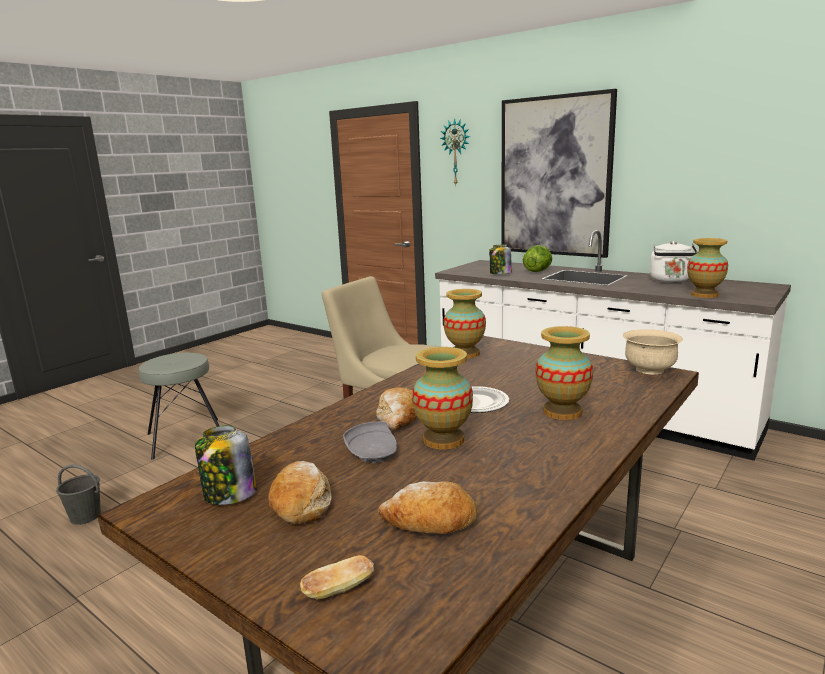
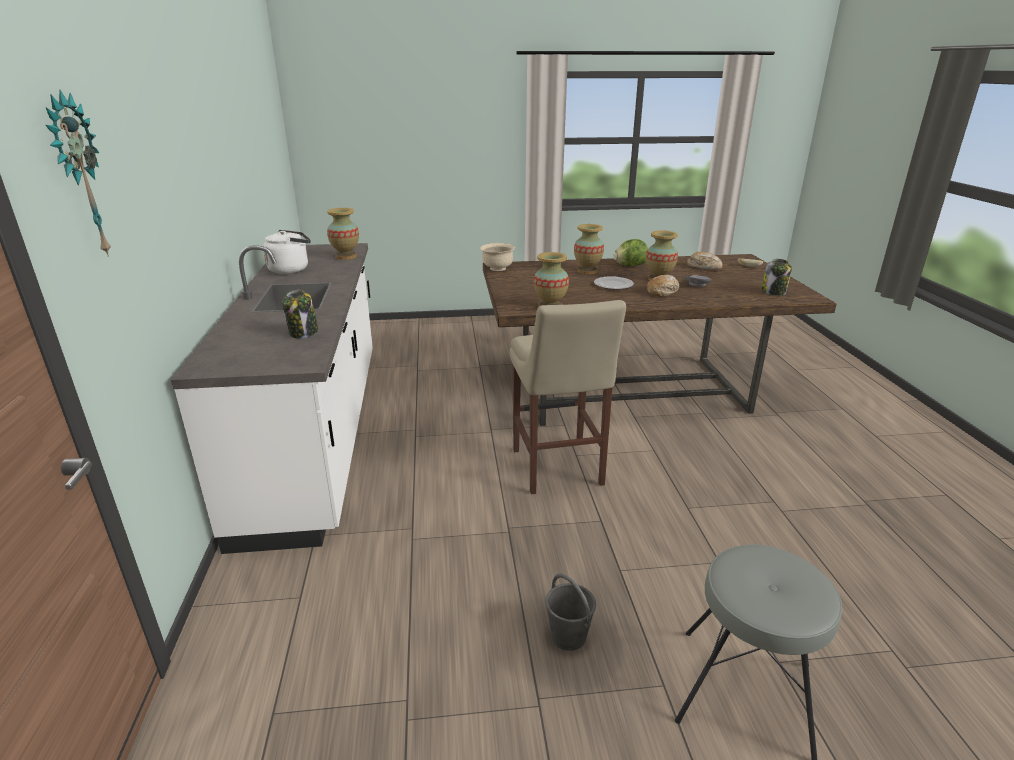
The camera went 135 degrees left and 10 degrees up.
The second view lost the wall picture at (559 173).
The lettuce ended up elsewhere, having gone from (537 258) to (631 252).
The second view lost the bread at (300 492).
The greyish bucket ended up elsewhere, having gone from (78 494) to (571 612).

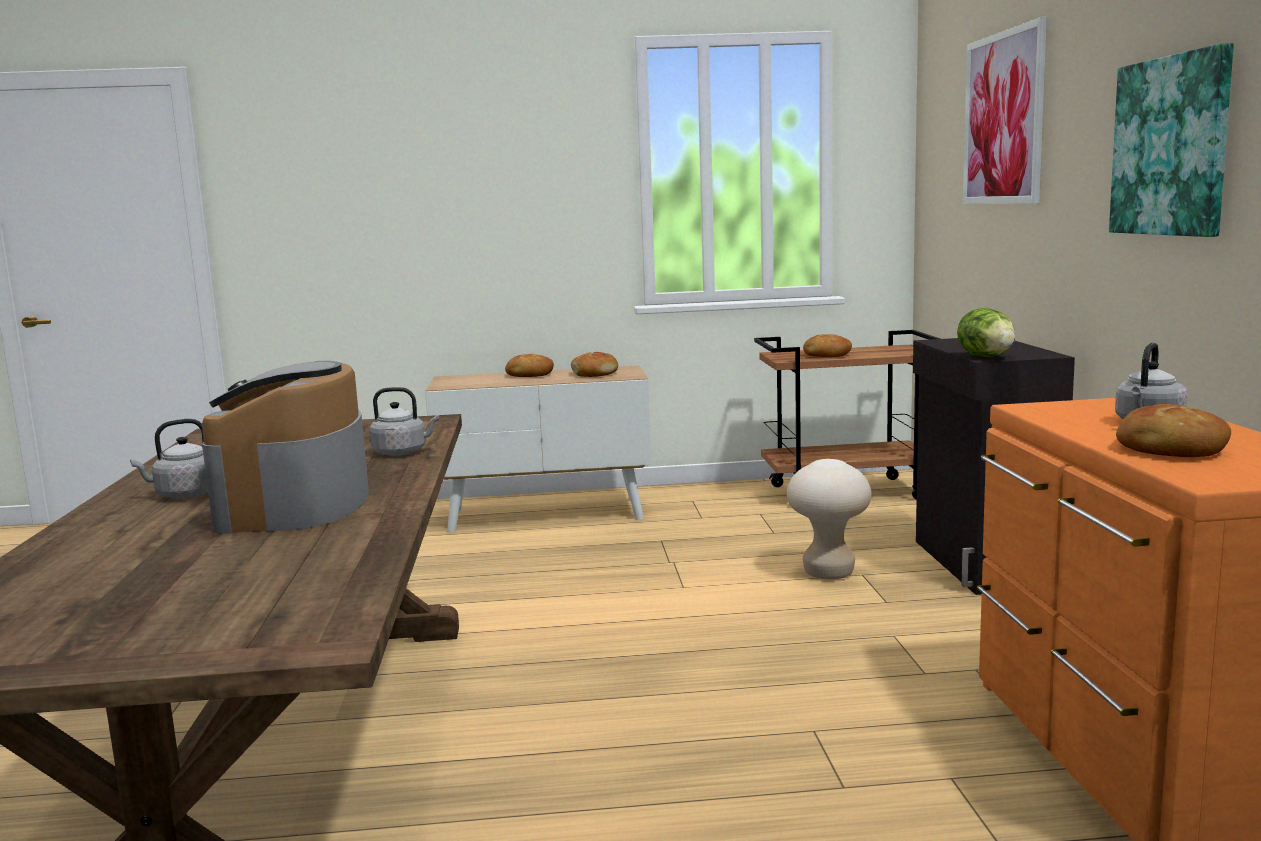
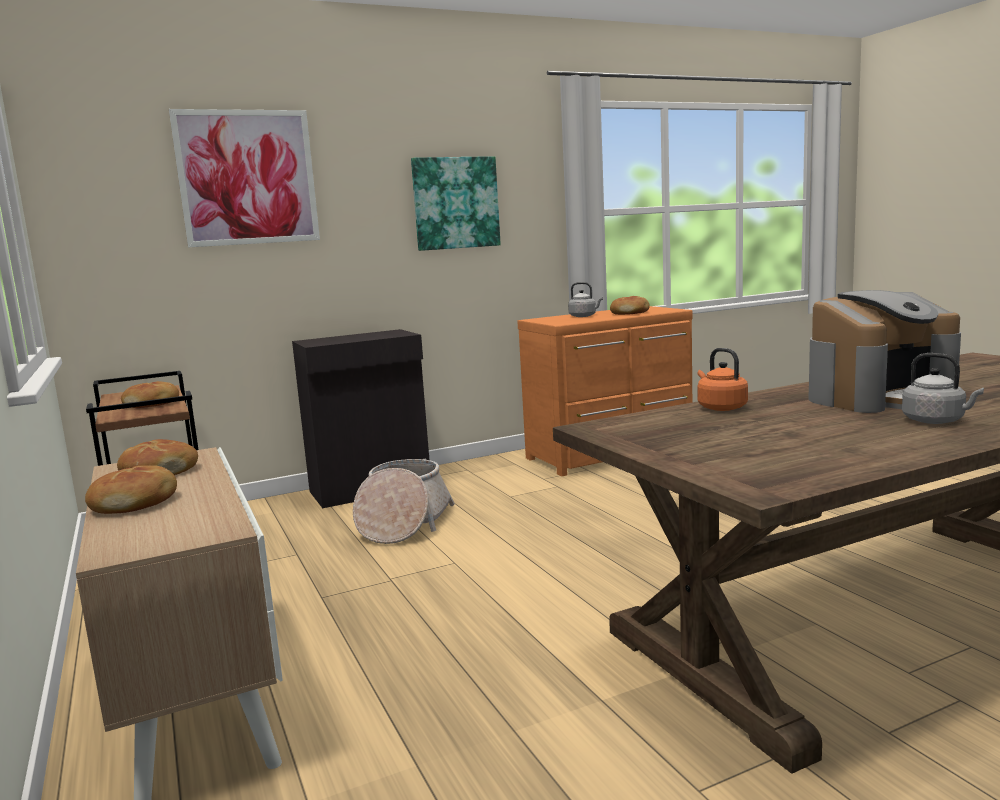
The camera went 110 degrees left and 0 degrees up.
The second view lost the lettuce at (986 332).
What was the greyish water kettle at (404 421) turned into the orangey water kettle at (722 379).
Where the beige-coloured sitting stool stood at (829 519), the storage basket came to stand at (404 501).

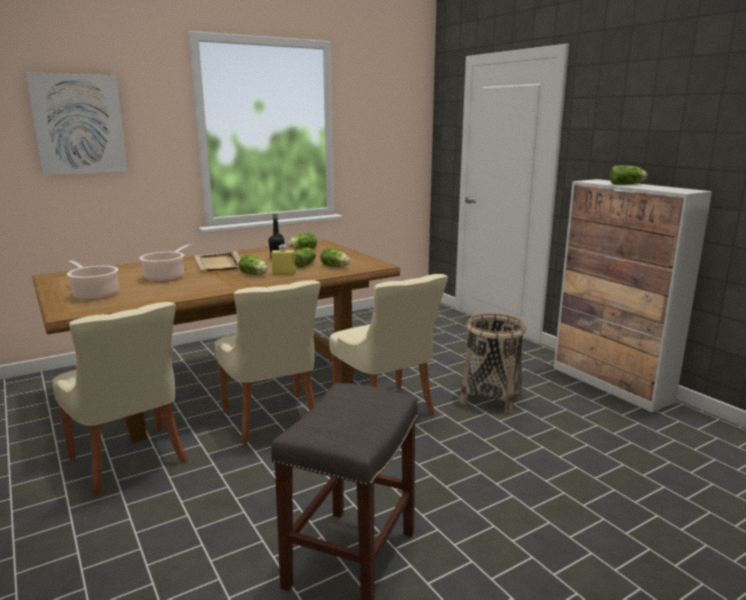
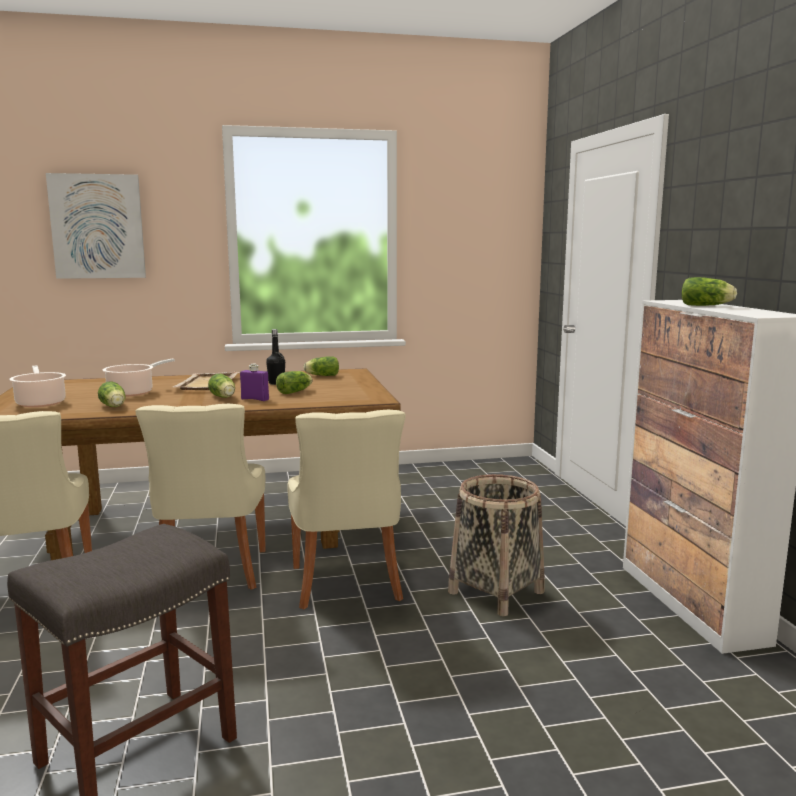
The camera went 20 degrees right and 5 degrees down.
What was the yellow beverage bottle at (283 259) turned into the purplish beverage bottle at (254 382).
The lettuce ended up elsewhere, having gone from (335 257) to (112 394).

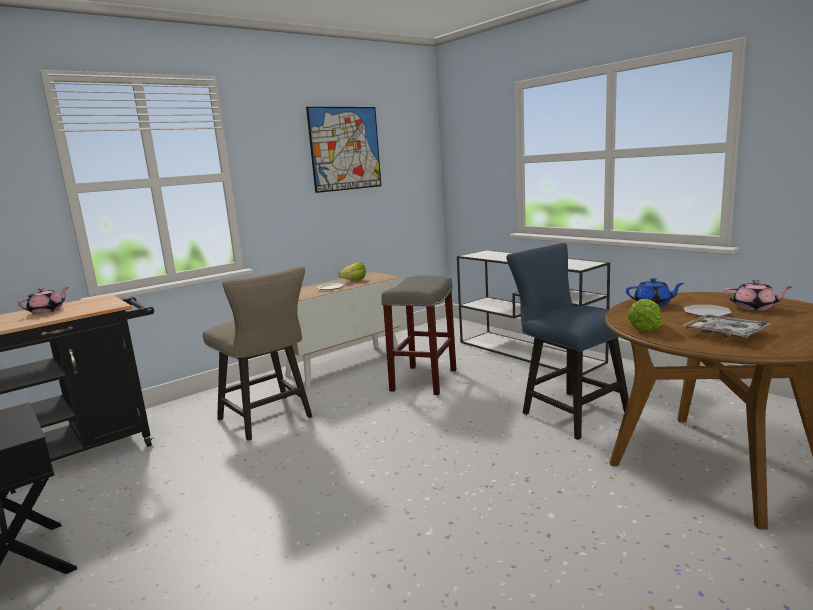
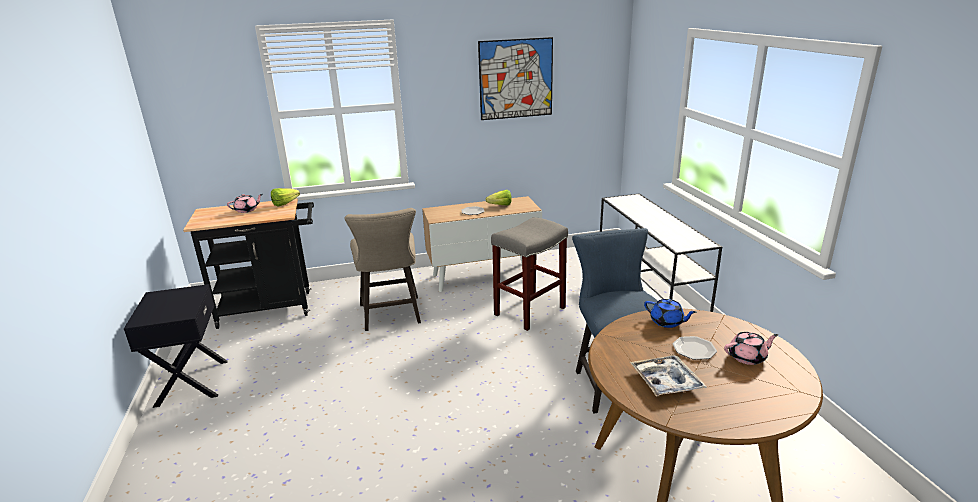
The camera went 25 degrees right and 10 degrees up.
The pink-coloured pot for tea at (758 295) ended up facing another way, 60 degrees counterclockwise from before.
The lettuce ended up elsewhere, having gone from (645 315) to (285 197).

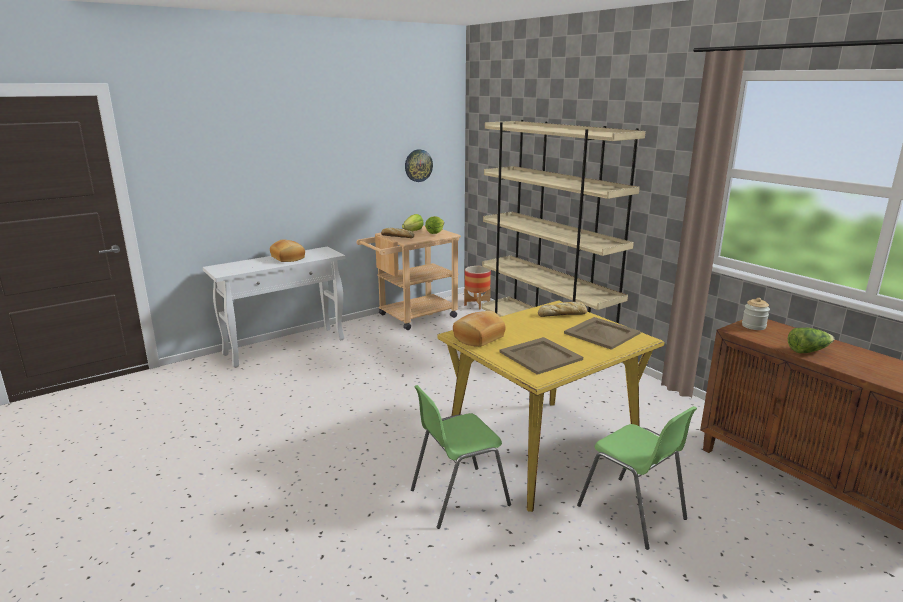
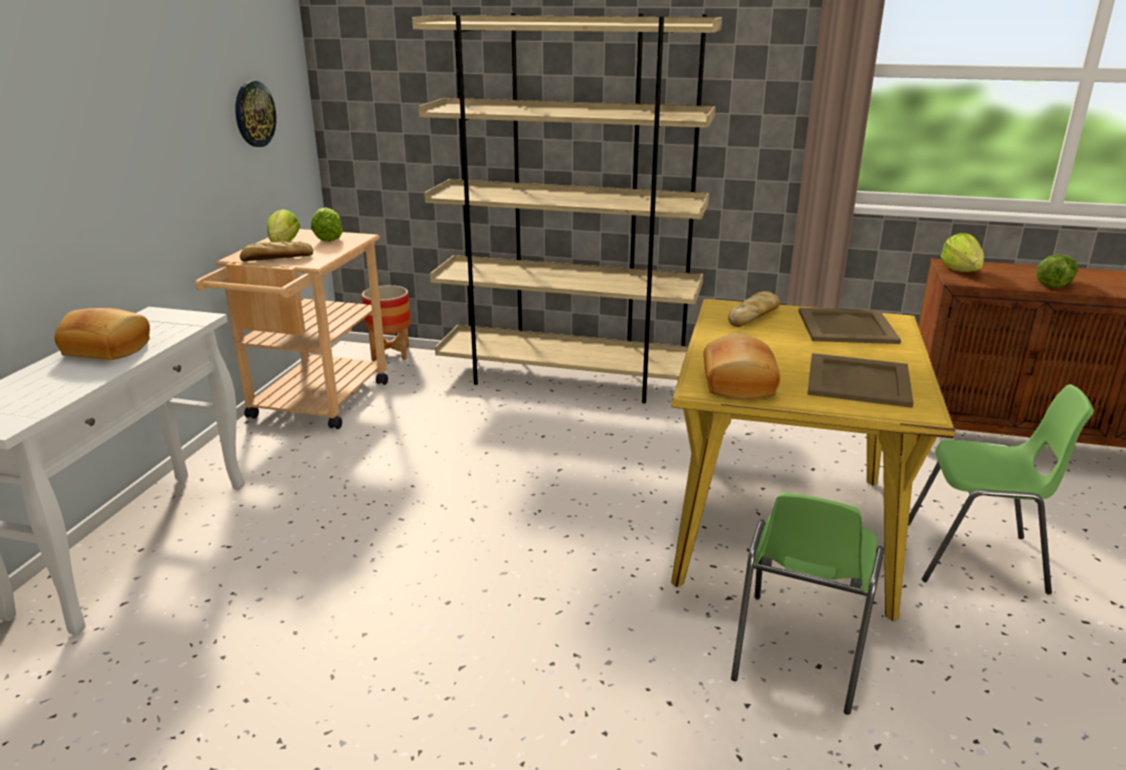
The camera went 40 degrees left and 5 degrees up.
Where the preserve jar stood at (756 314), the lettuce came to stand at (962 252).

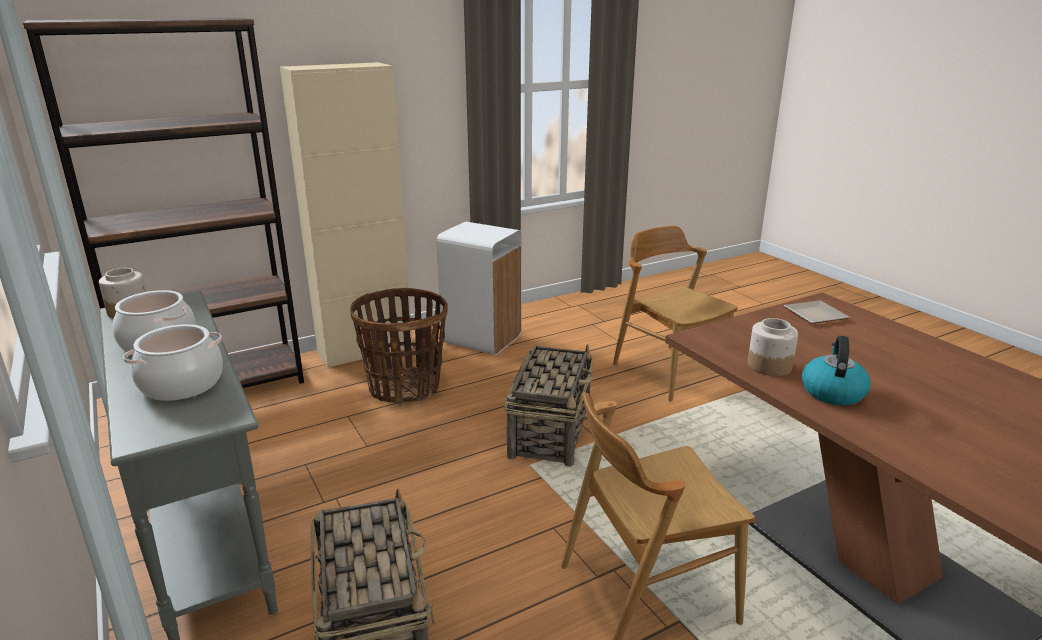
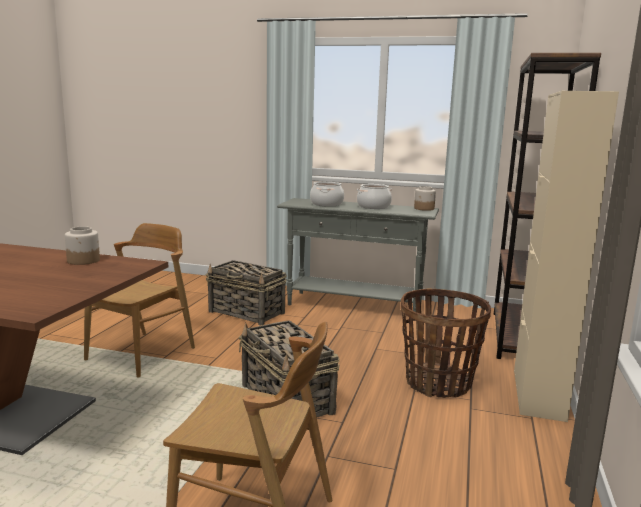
The camera went 135 degrees right and 10 degrees down.
The second view lost the whitish trash can at (479 288).
The second view lost the dinner plate at (816 312).
The second view lost the water kettle at (836 370).

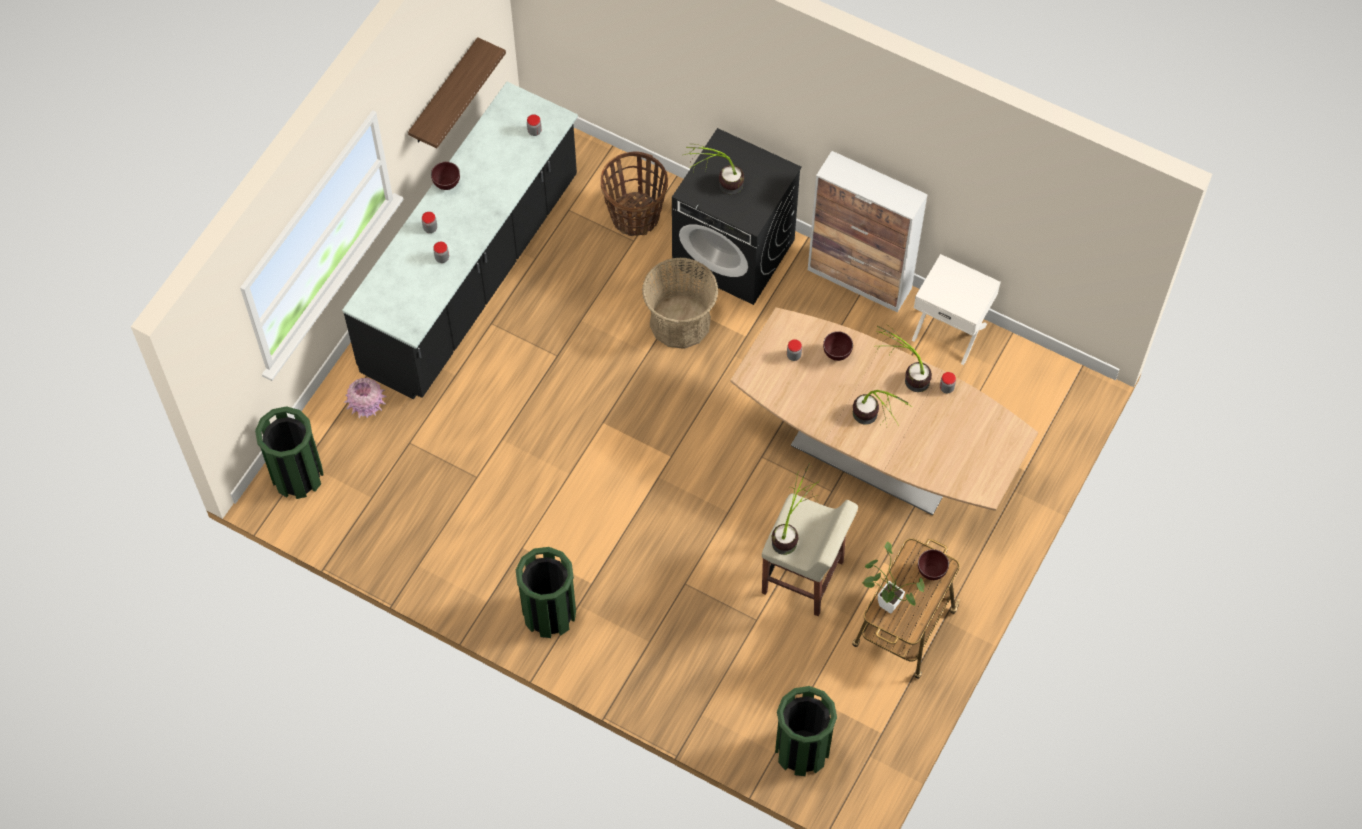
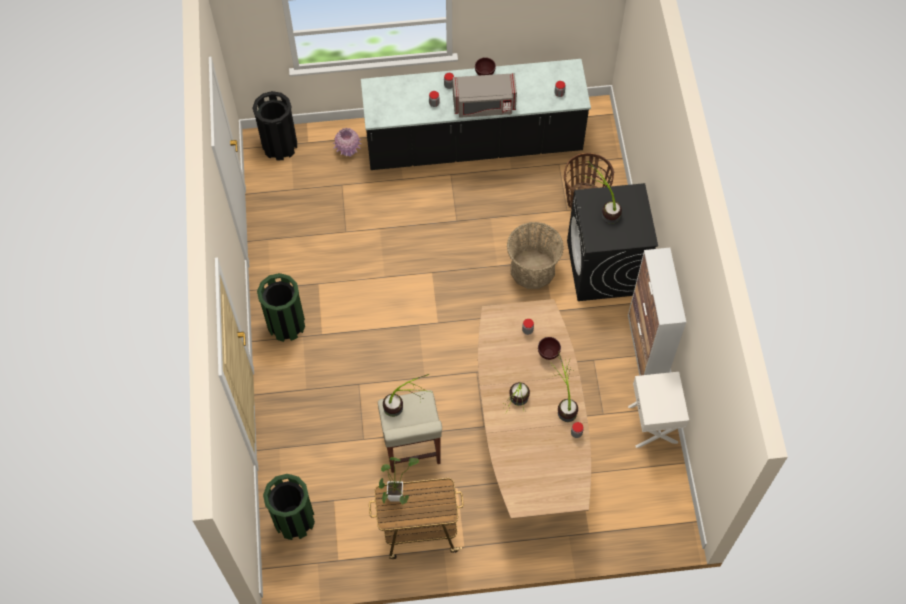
The camera went 55 degrees right and 0 degrees up.
The second view lost the shelf at (457 93).
What was the green trash can at (289 452) turned into the black-coloured trash can at (275 126).
The second view lost the brownish serving bowl at (933 564).
The second view gained the greyish microwave at (485 95).

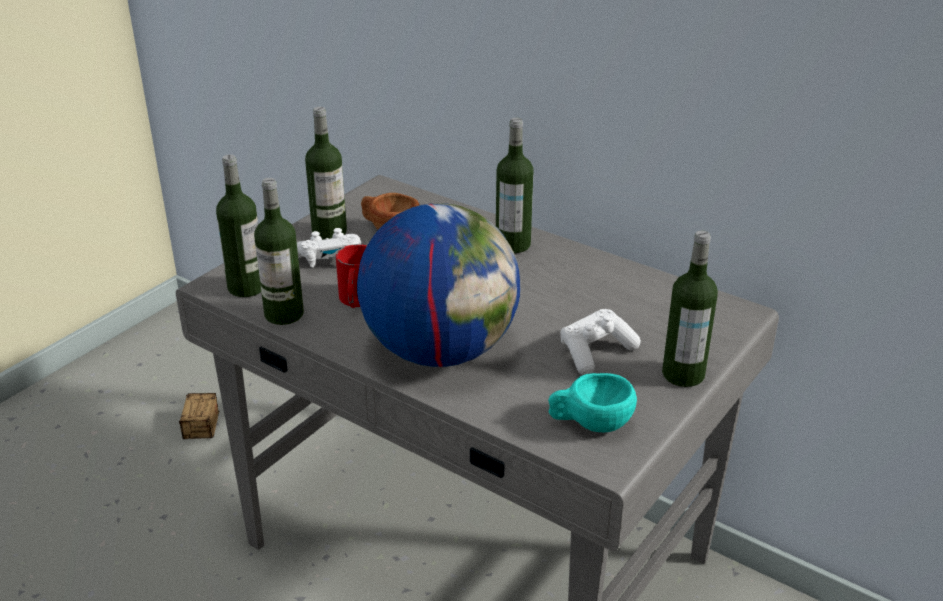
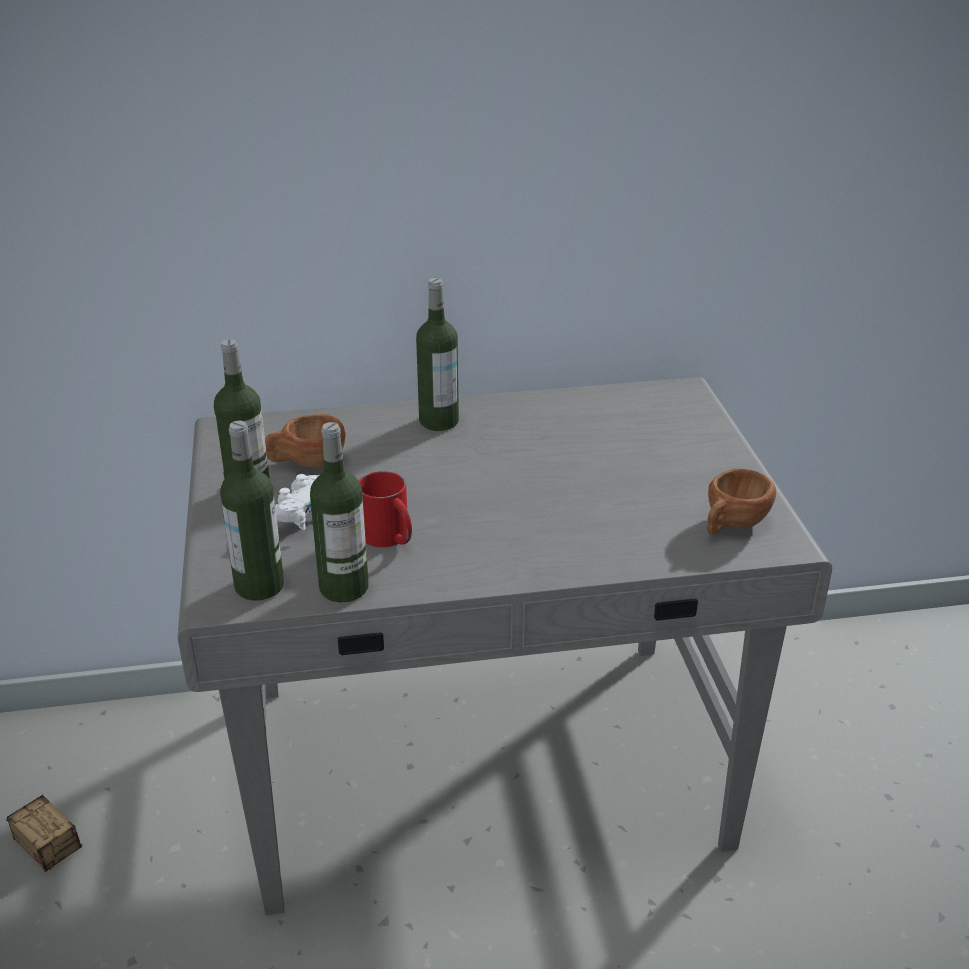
The camera went 45 degrees left and 0 degrees up.
The second view lost the globe at (439 285).
The second view lost the beverage bottle at (690 309).
The second view lost the whitish gamepad at (600 342).
What was the turquoise drinking cup at (592 402) turned into the brownish drinking cup at (741 501).

